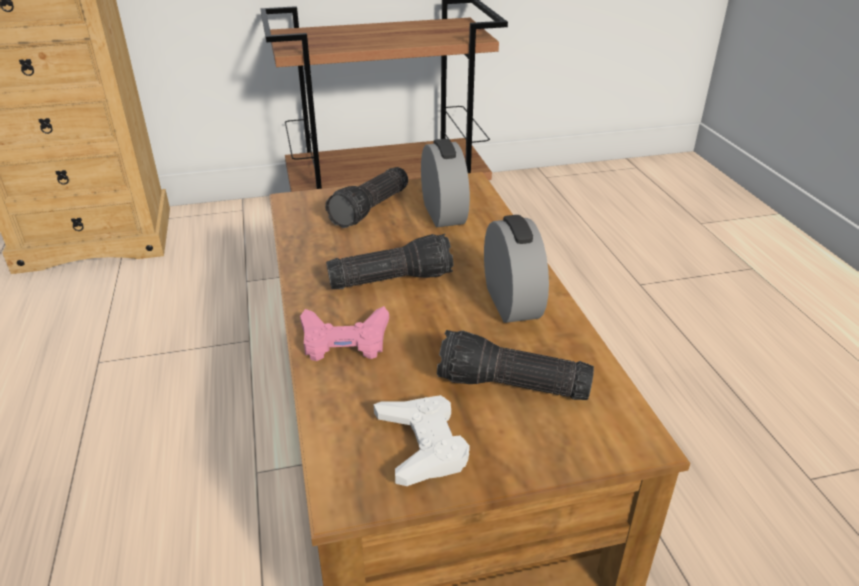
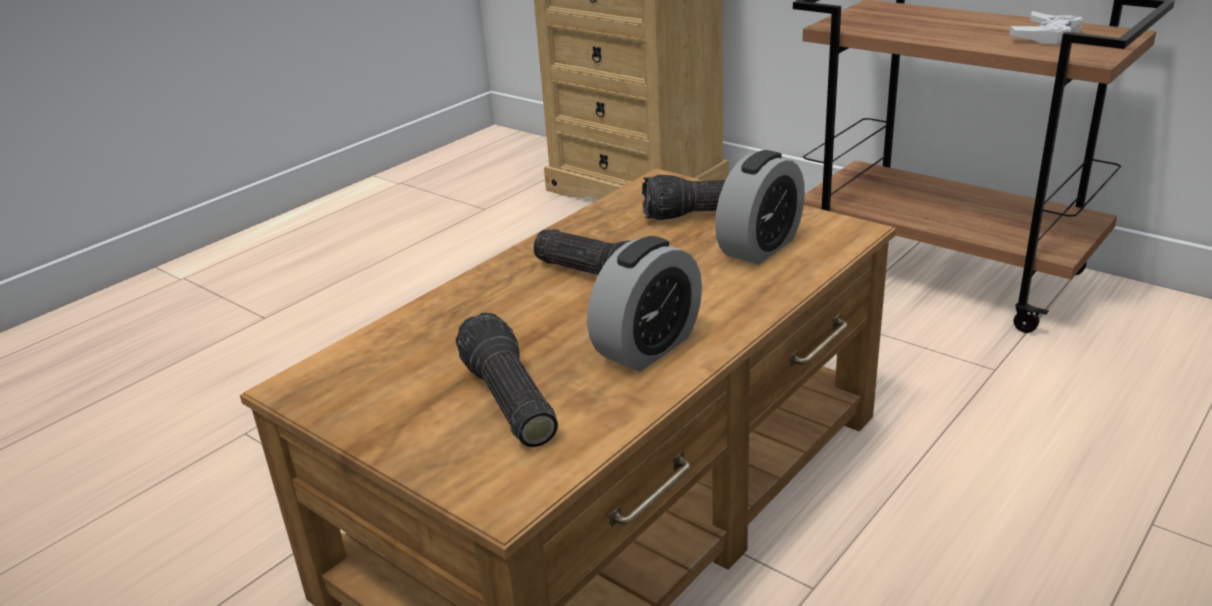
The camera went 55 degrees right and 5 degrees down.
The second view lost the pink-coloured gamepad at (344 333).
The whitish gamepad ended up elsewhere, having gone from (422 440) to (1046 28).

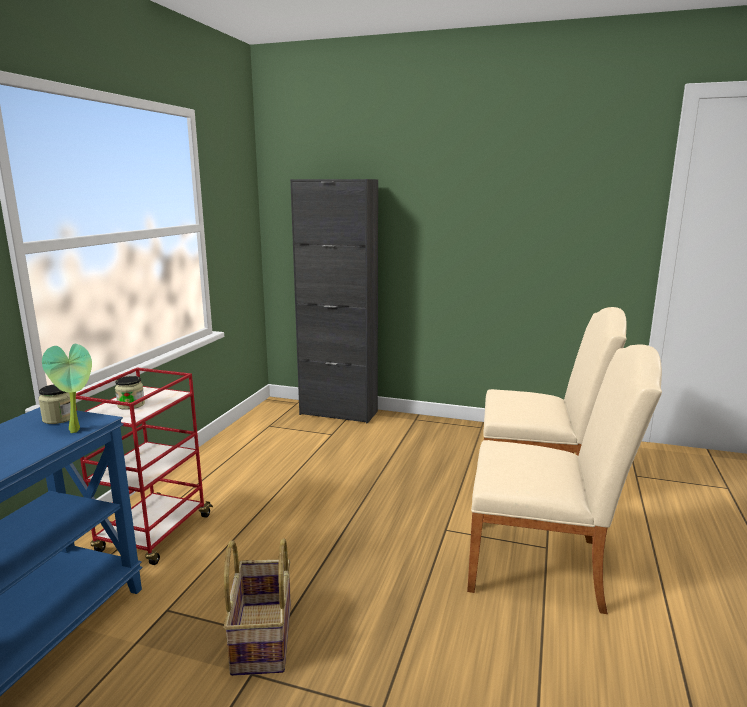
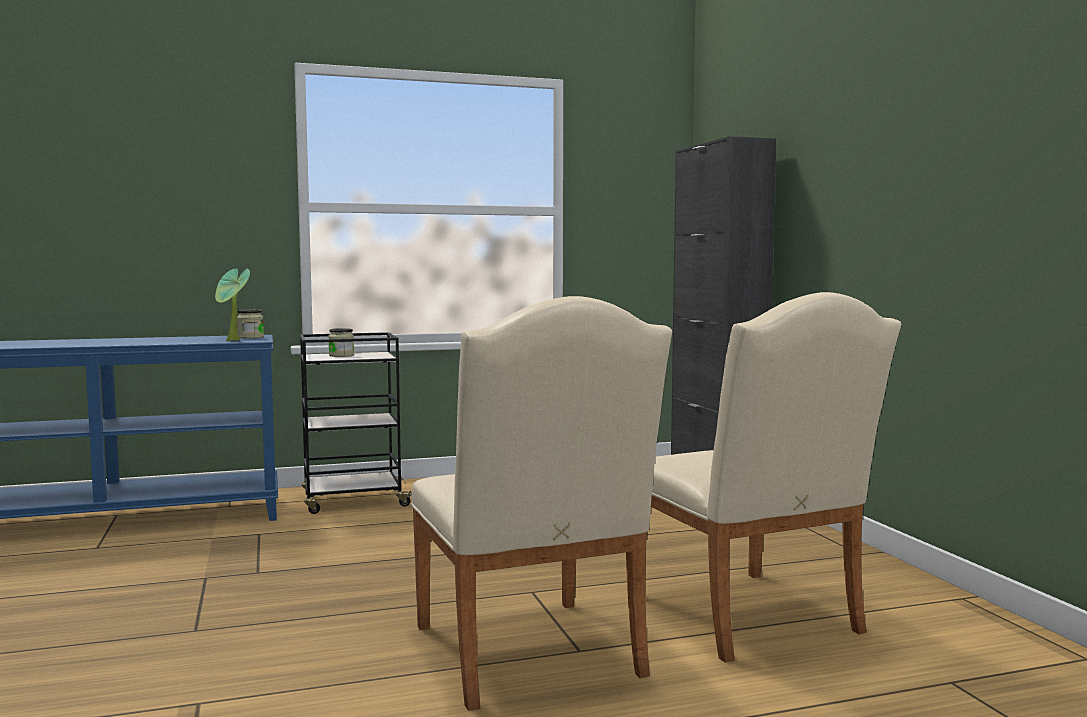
The camera went 55 degrees right and 10 degrees down.
What was the red-coloured trolley at (144 466) turned into the black-coloured trolley at (356 423).
The second view lost the storage basket at (257 607).

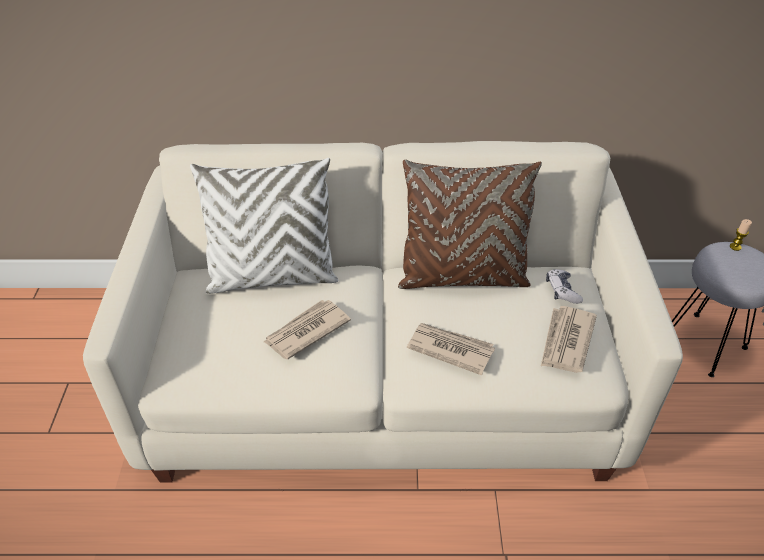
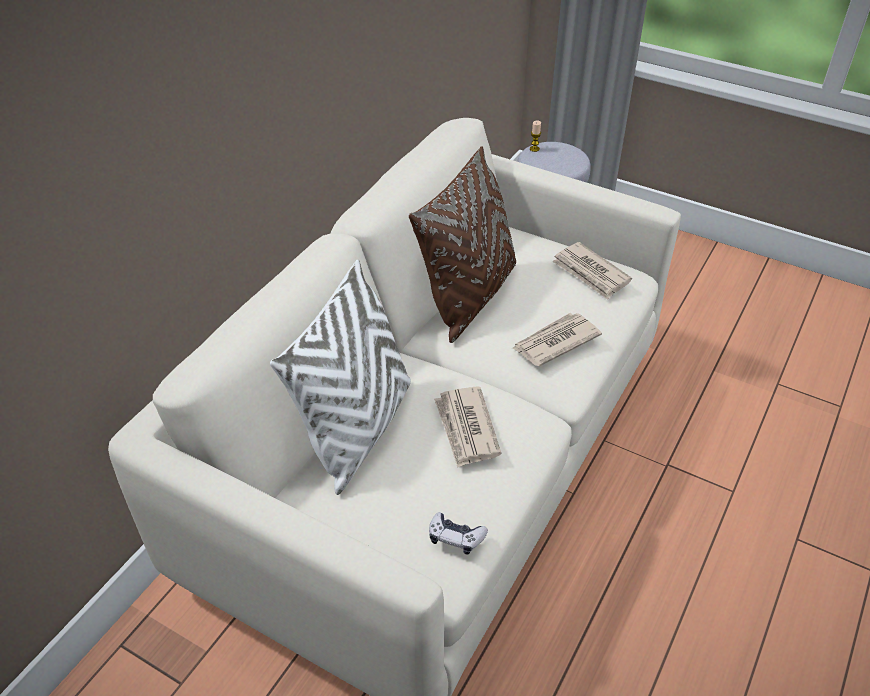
The camera went 60 degrees left and 0 degrees up.
The gamepad ended up elsewhere, having gone from (564 286) to (458 533).

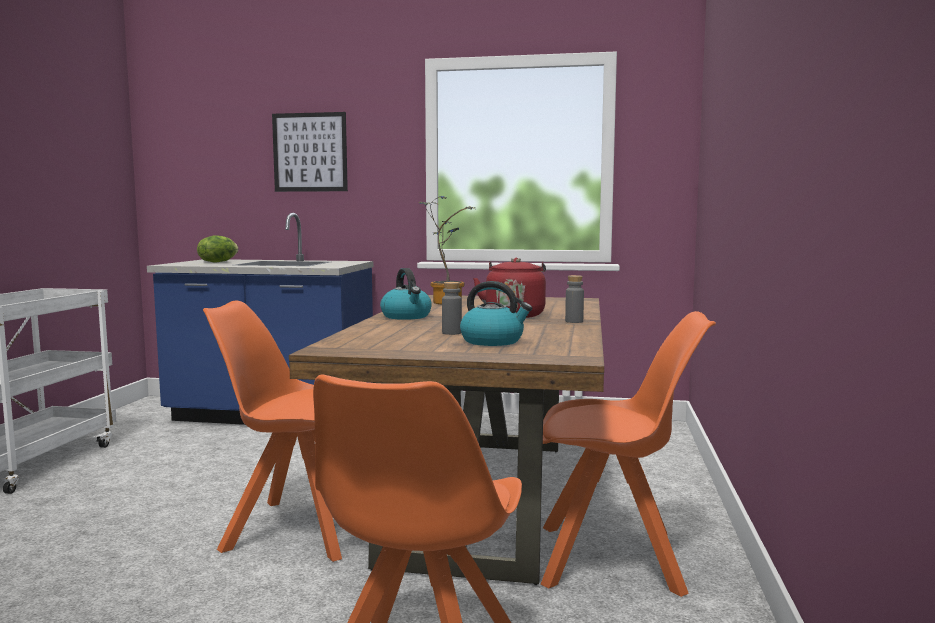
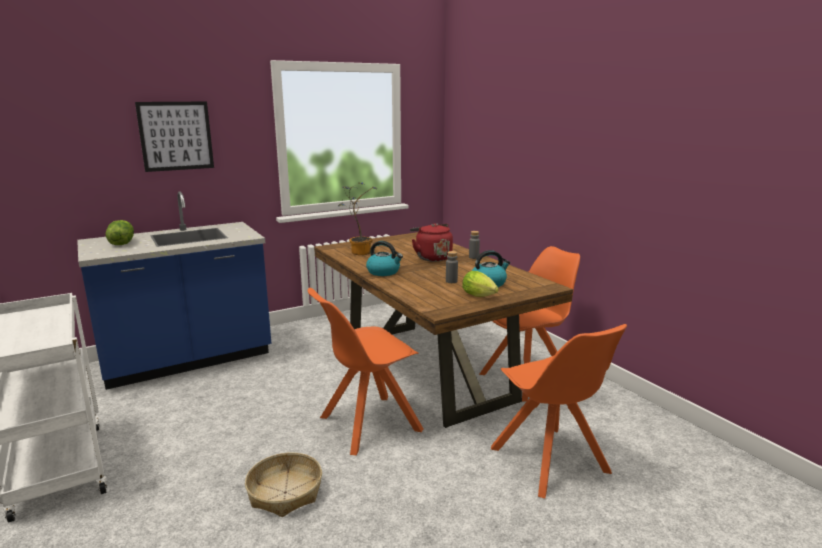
The camera went 40 degrees left and 10 degrees up.
The second view gained the lettuce at (480 284).
The second view gained the storage basket at (283 484).

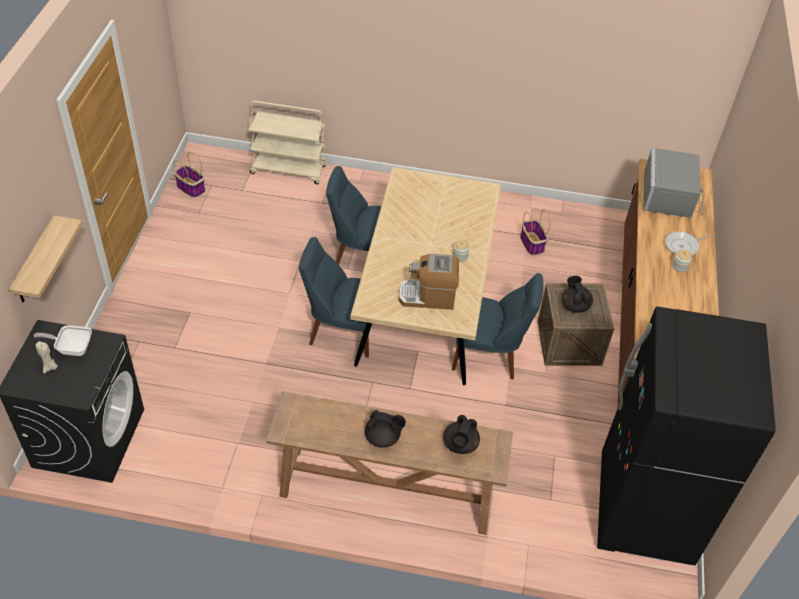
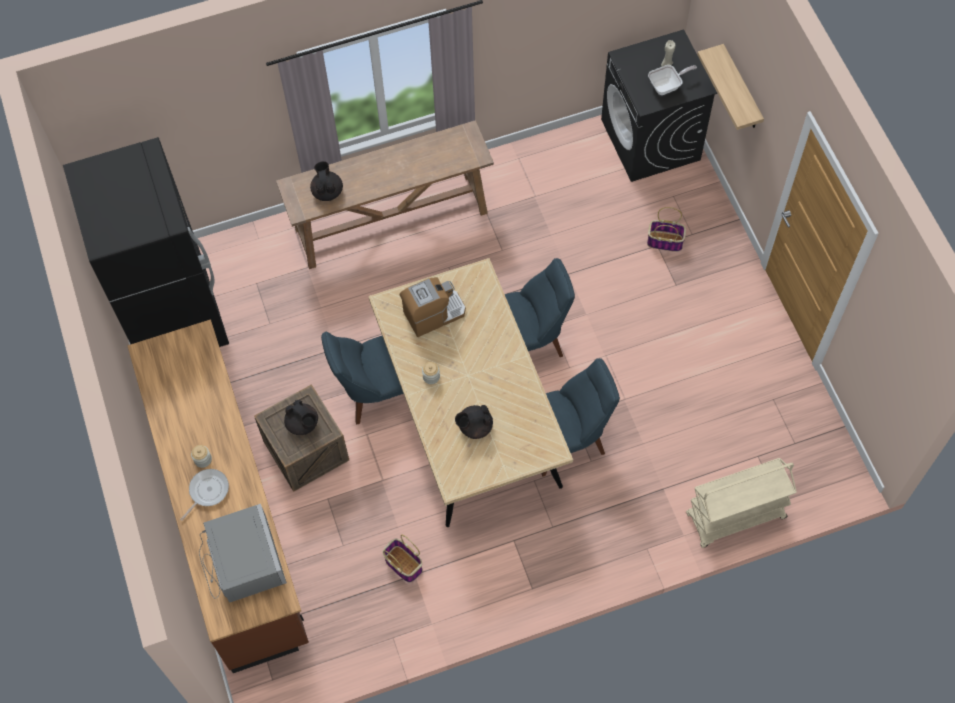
The camera went 155 degrees right and 15 degrees up.
The storage basket ended up elsewhere, having gone from (189 175) to (666 229).
The black-coloured pot for tea ended up elsewhere, having gone from (385 429) to (474 422).

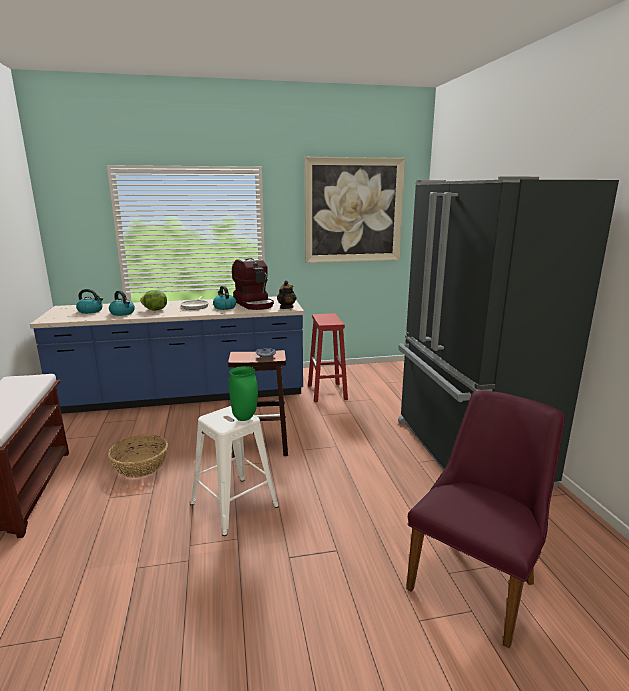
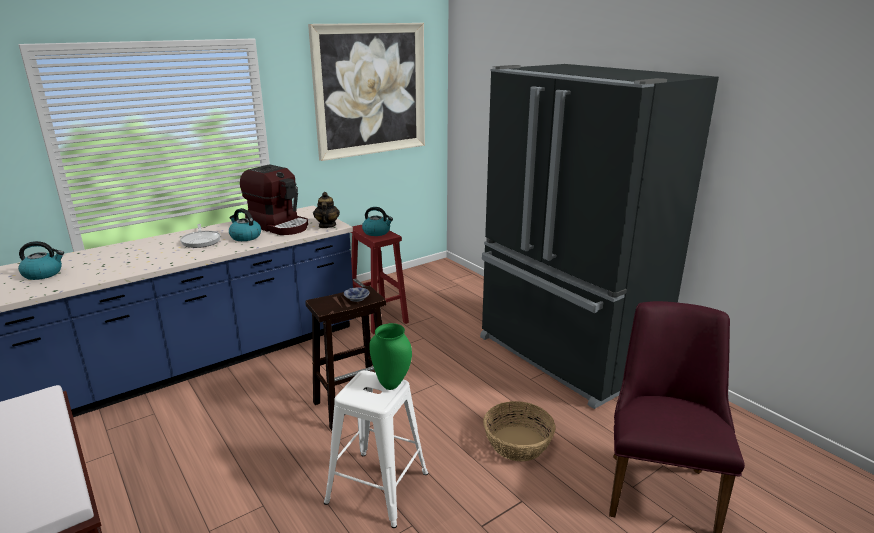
The camera went 25 degrees left and 5 degrees up.
The water kettle ended up elsewhere, having gone from (122 303) to (377 221).
The second view lost the lettuce at (153 300).
The storage basket ended up elsewhere, having gone from (138 456) to (519 431).

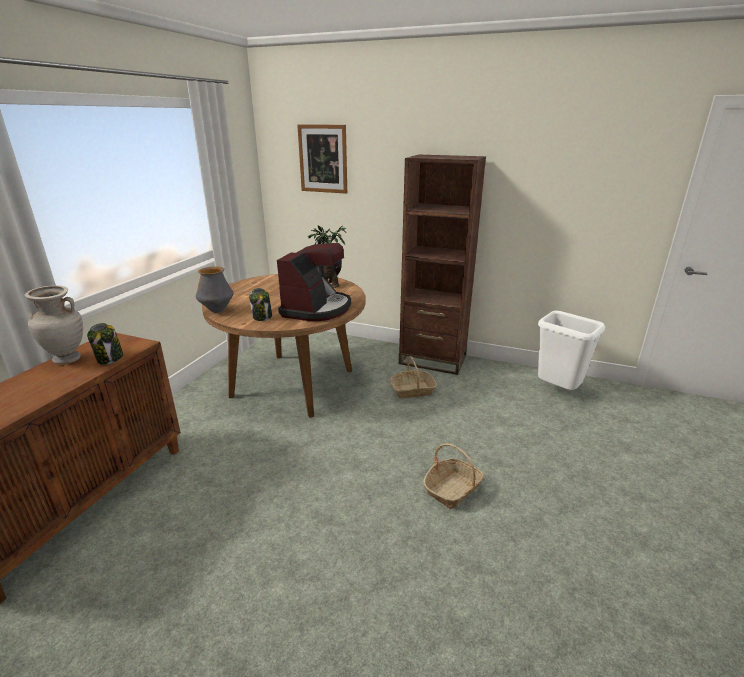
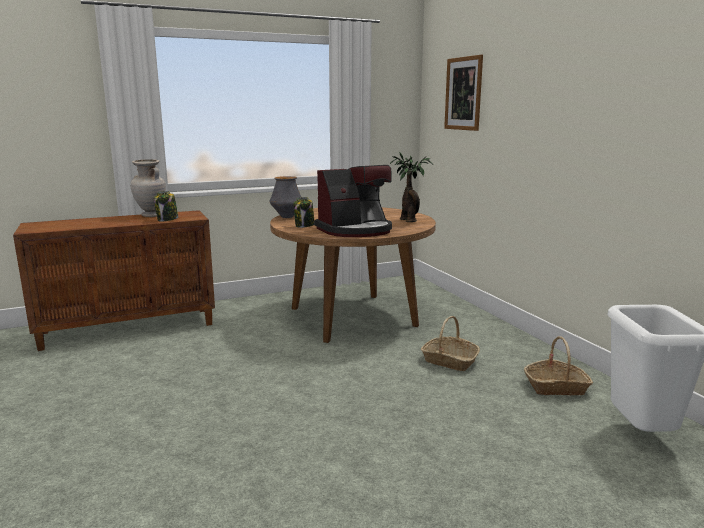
The camera went 45 degrees right and 10 degrees down.
The second view lost the brownish bookcase at (442 265).
The storage basket ended up elsewhere, having gone from (453 476) to (558 365).

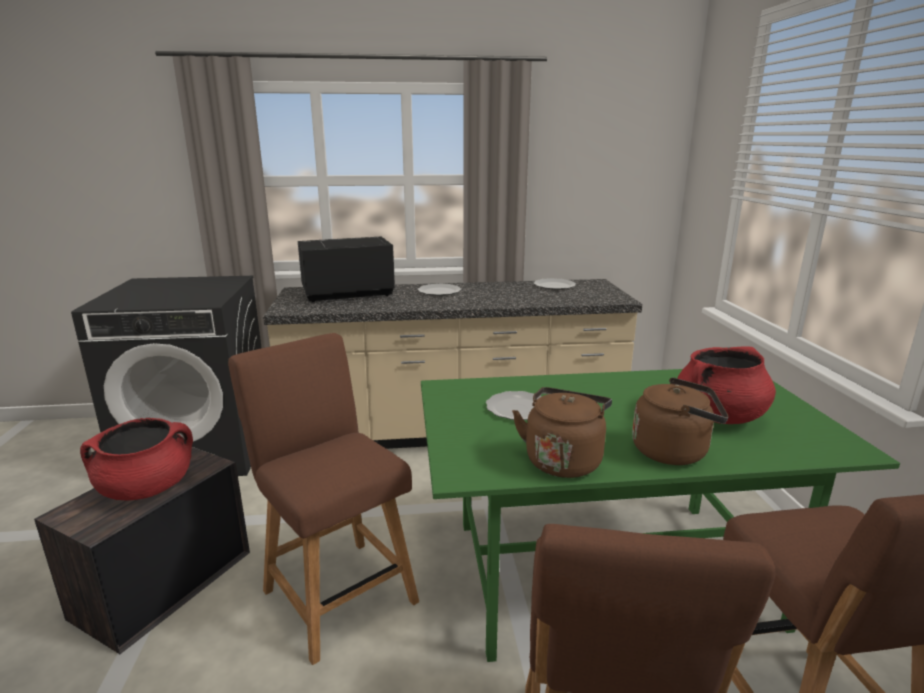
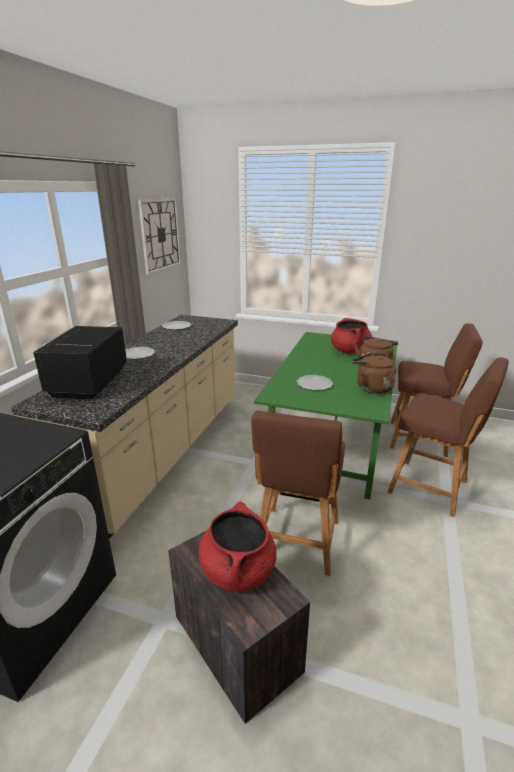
The camera went 65 degrees left and 5 degrees up.
The brownish chair at (323 499) ended up facing another way, 60 degrees counterclockwise from before.
The second view gained the clock on the wall at (159 236).

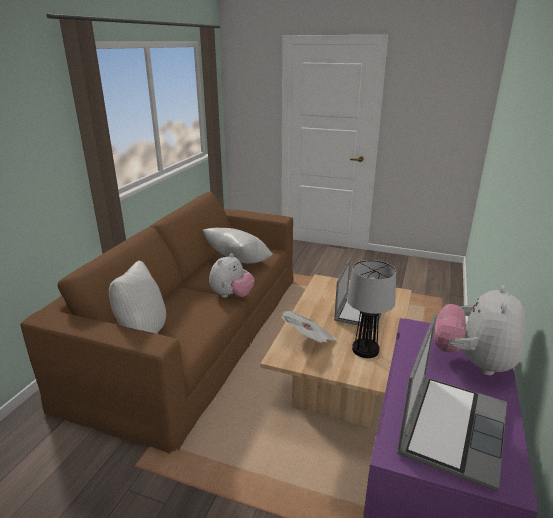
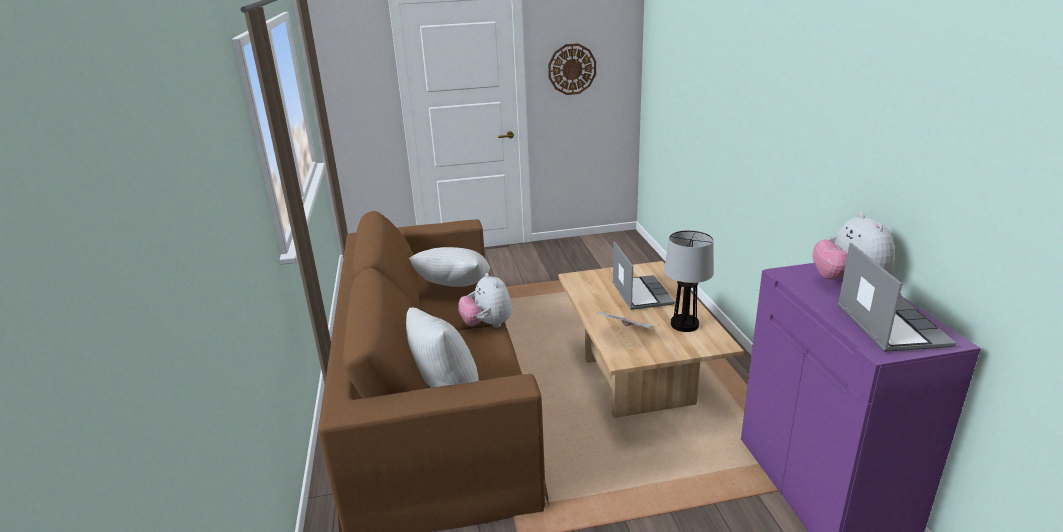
The camera went 30 degrees left and 0 degrees up.
The plush toy at (231 275) ended up facing another way, 150 degrees clockwise from before.
The second view gained the clock on the wall at (572 69).

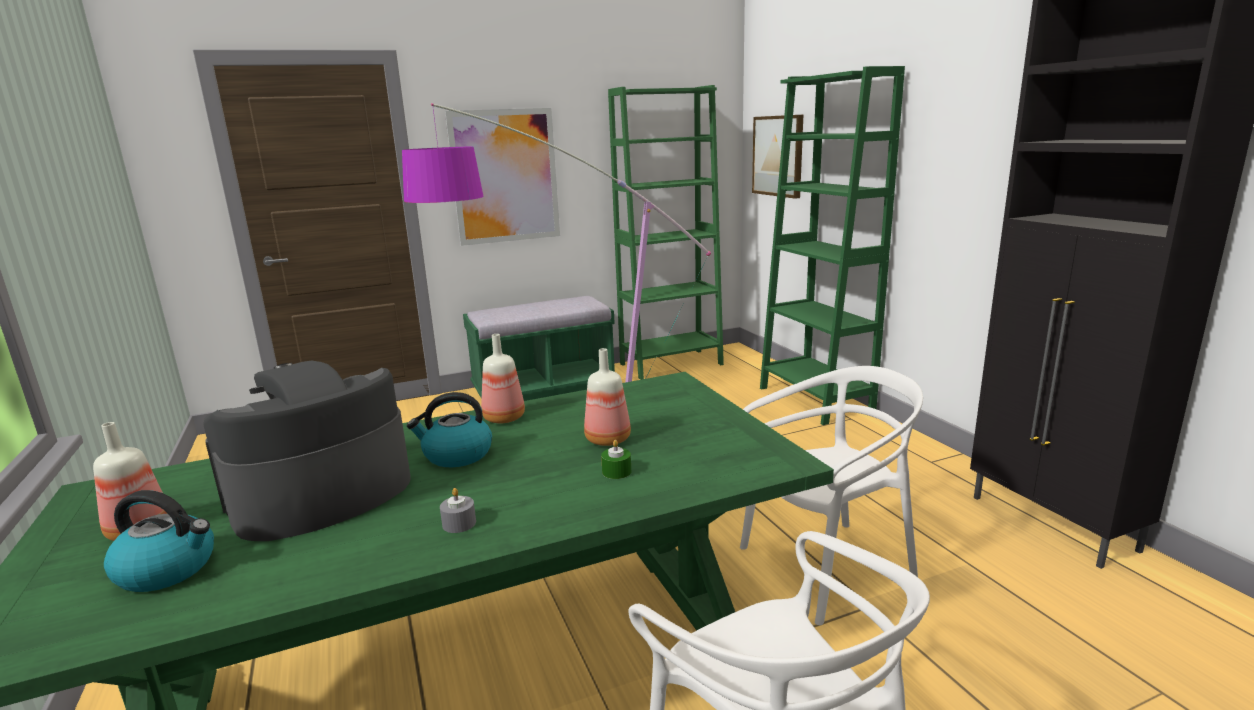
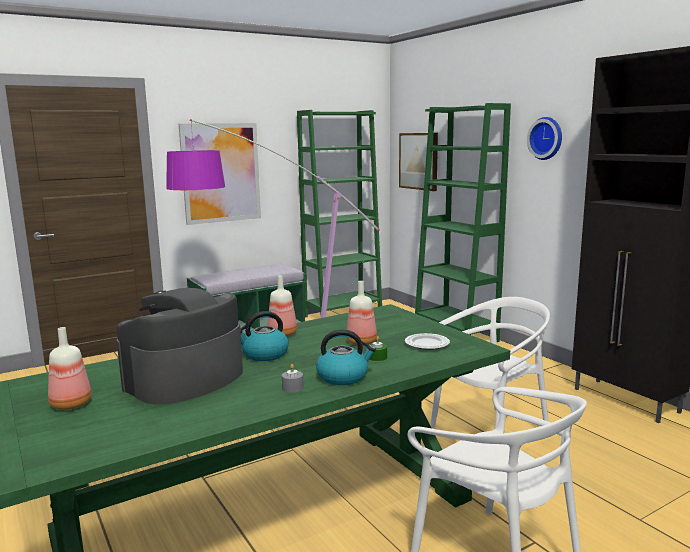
The camera went 10 degrees left and 5 degrees down.
The water kettle ended up elsewhere, having gone from (159 541) to (346 357).
The second view gained the clock on the wall at (544 138).
The second view gained the dinner plate at (427 341).

